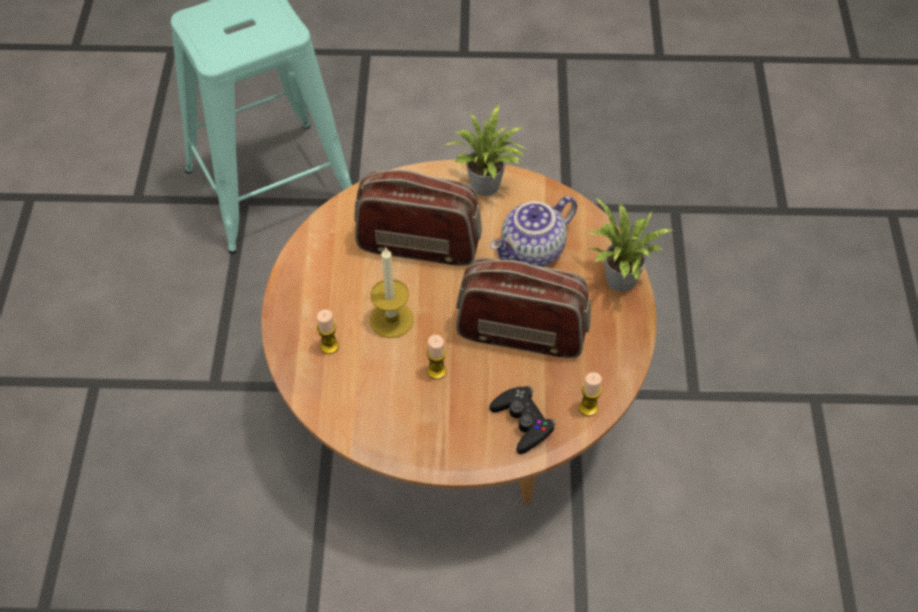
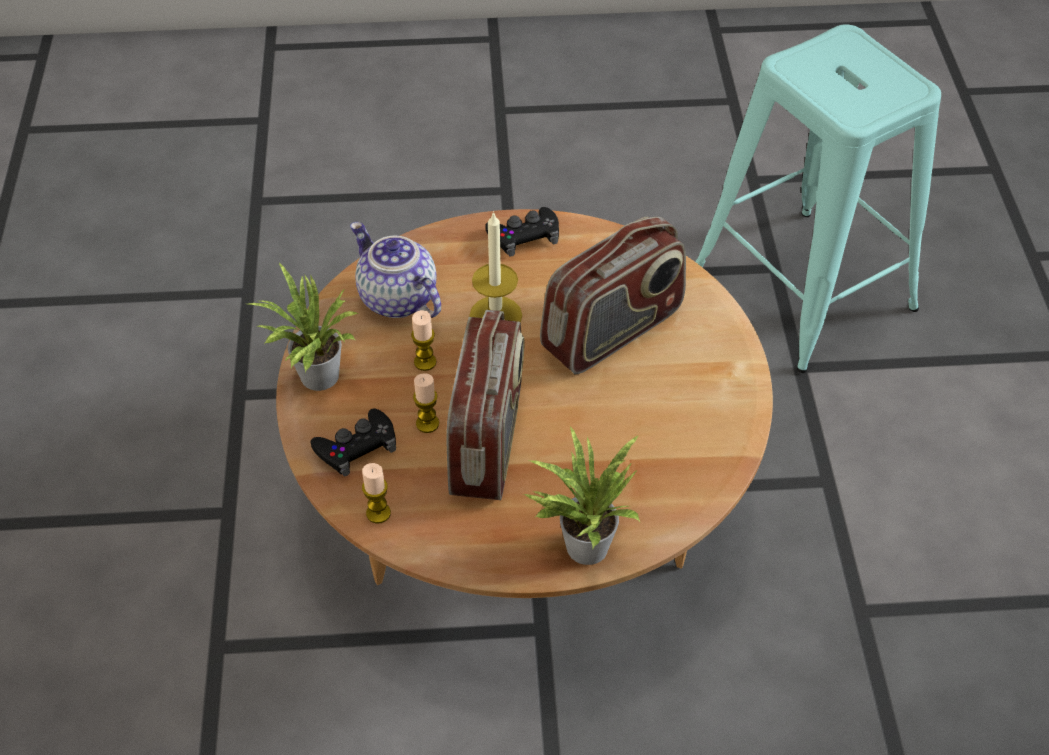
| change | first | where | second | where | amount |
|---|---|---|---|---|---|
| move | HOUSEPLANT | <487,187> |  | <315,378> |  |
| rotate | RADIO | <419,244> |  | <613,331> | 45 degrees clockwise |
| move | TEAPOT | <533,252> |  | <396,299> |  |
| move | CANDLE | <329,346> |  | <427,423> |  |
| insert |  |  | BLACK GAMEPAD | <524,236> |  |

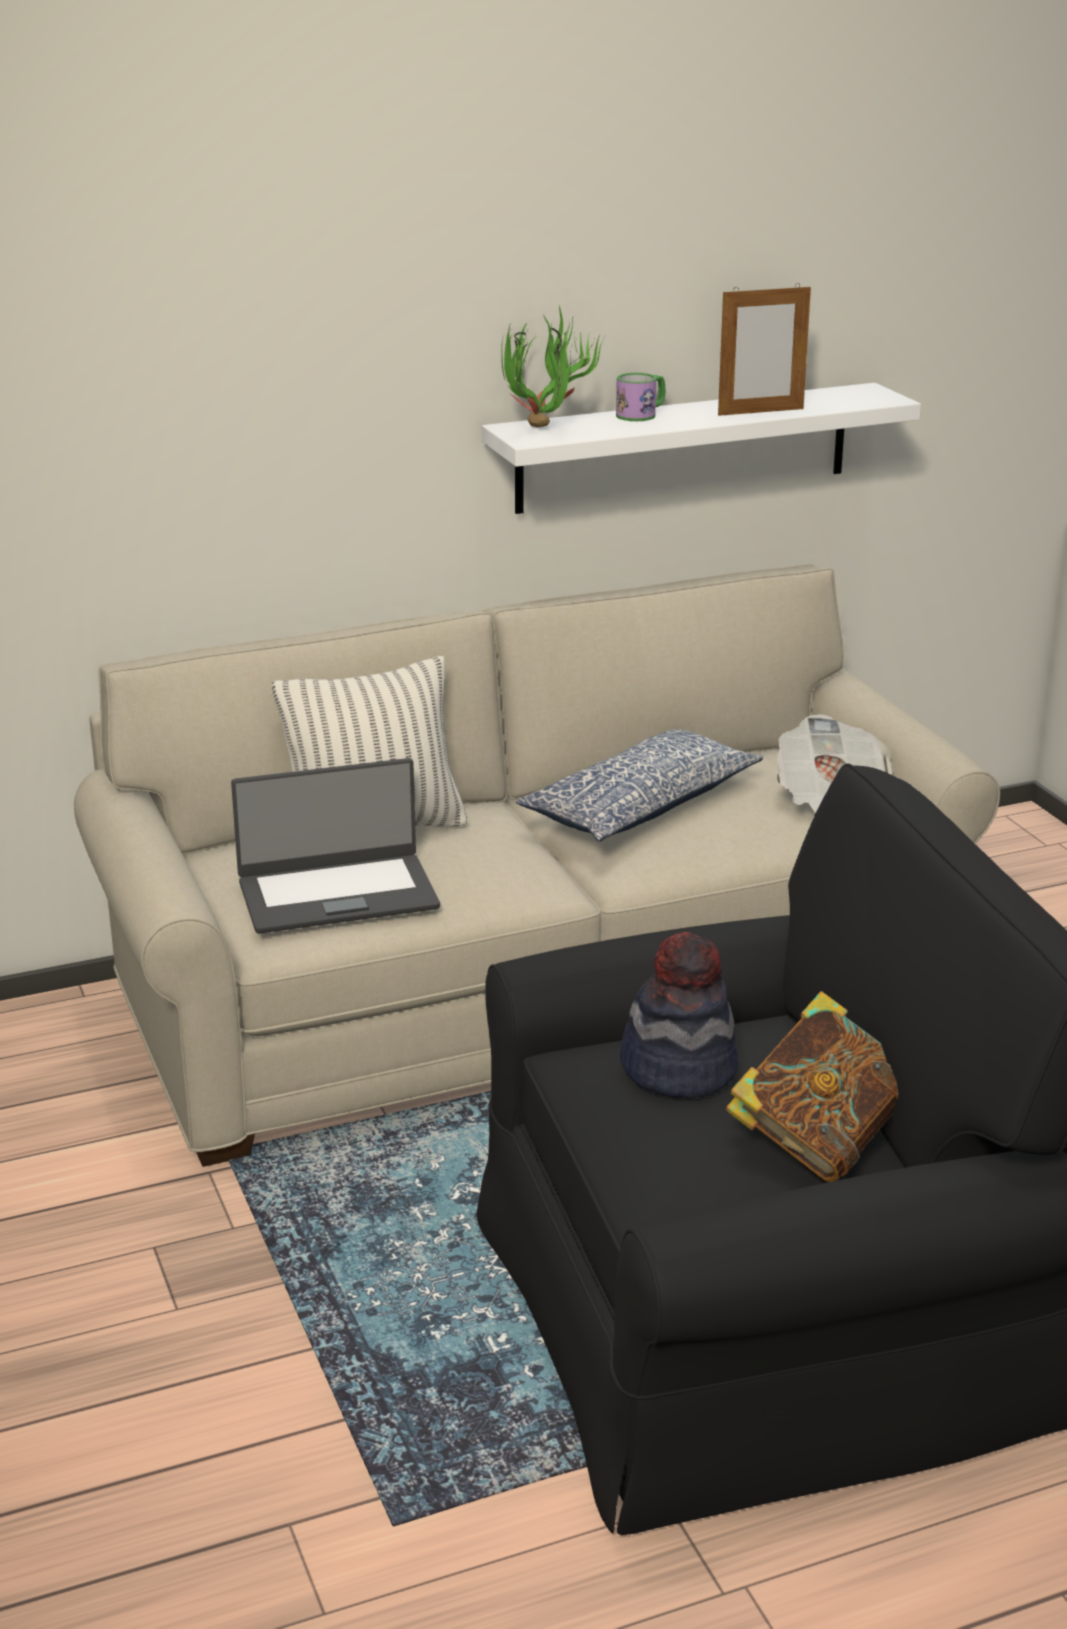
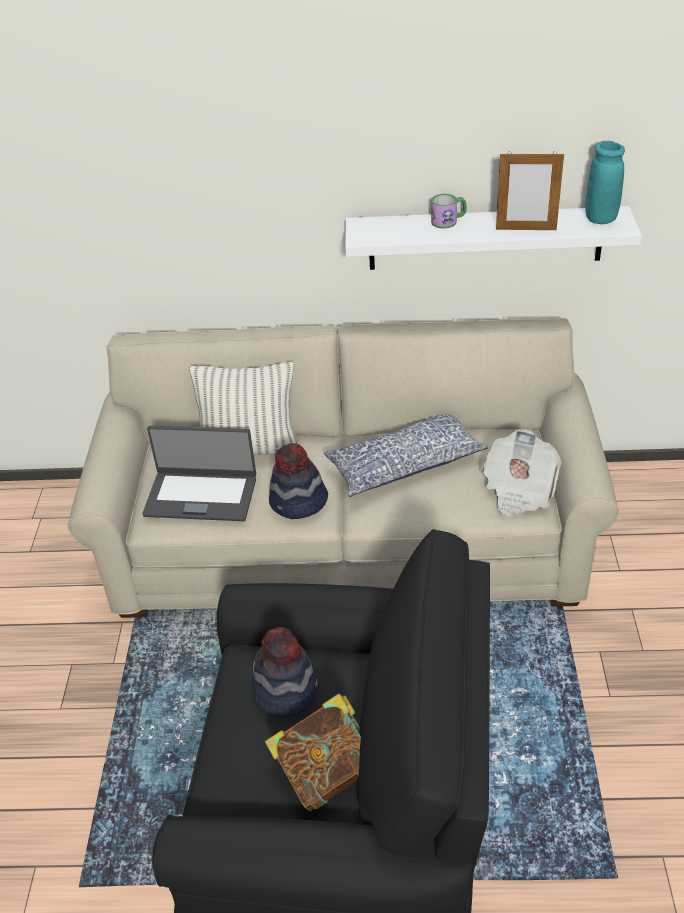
| change | first | where | second | where | amount |
|---|---|---|---|---|---|
| delete | HOUSEPLANT | <546,431> |  |  |  |
| insert |  |  | TURQUOISE FLOWER VASE | <600,218> |  |
| insert |  |  | WEARABLE HAT | <298,502> |  |

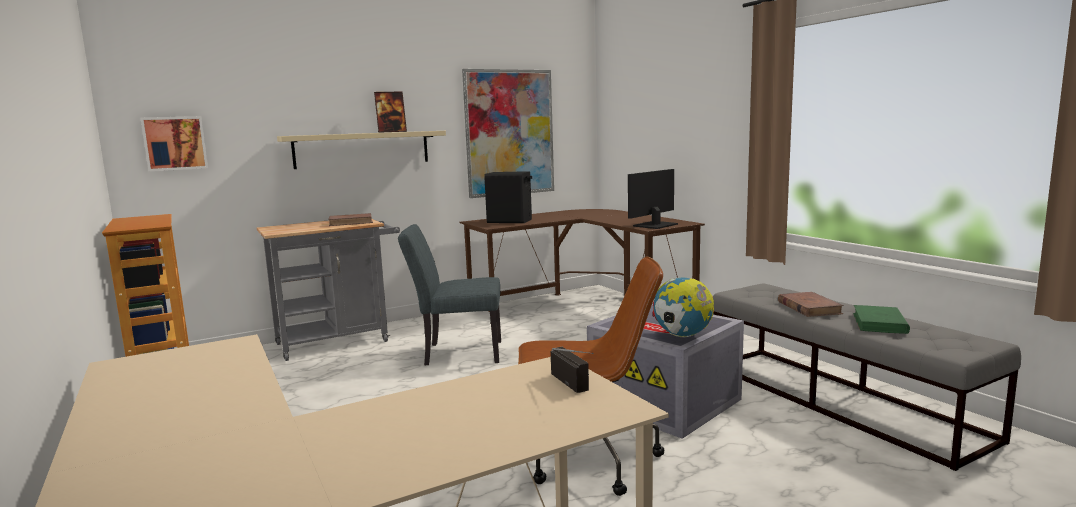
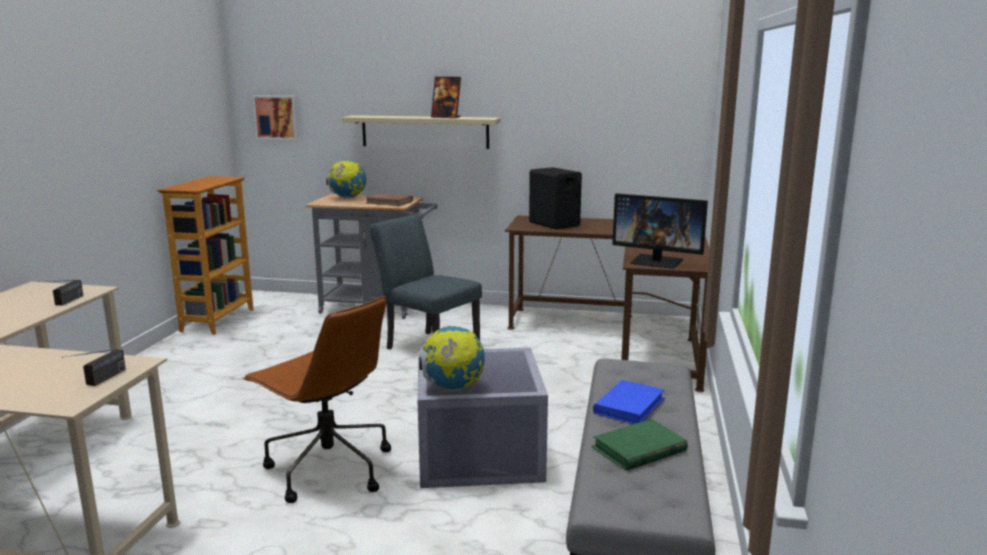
| change | first | where | second | where | amount |
|---|---|---|---|---|---|
| delete | PICTURE | <509,133> |  |  |  |
| rotate | COMPUTER DISPLAY | <655,225> |  | <657,261> | 150 degrees counterclockwise |
| recolor | BROWN-COLOURED BOUND BOOK | <809,308> | BLUE-COLOURED BOUND BOOK | <629,406> |  |
| insert |  |  | DESK GLOBE | <348,198> |  |
| insert |  |  | RADIO | <64,303> |  |

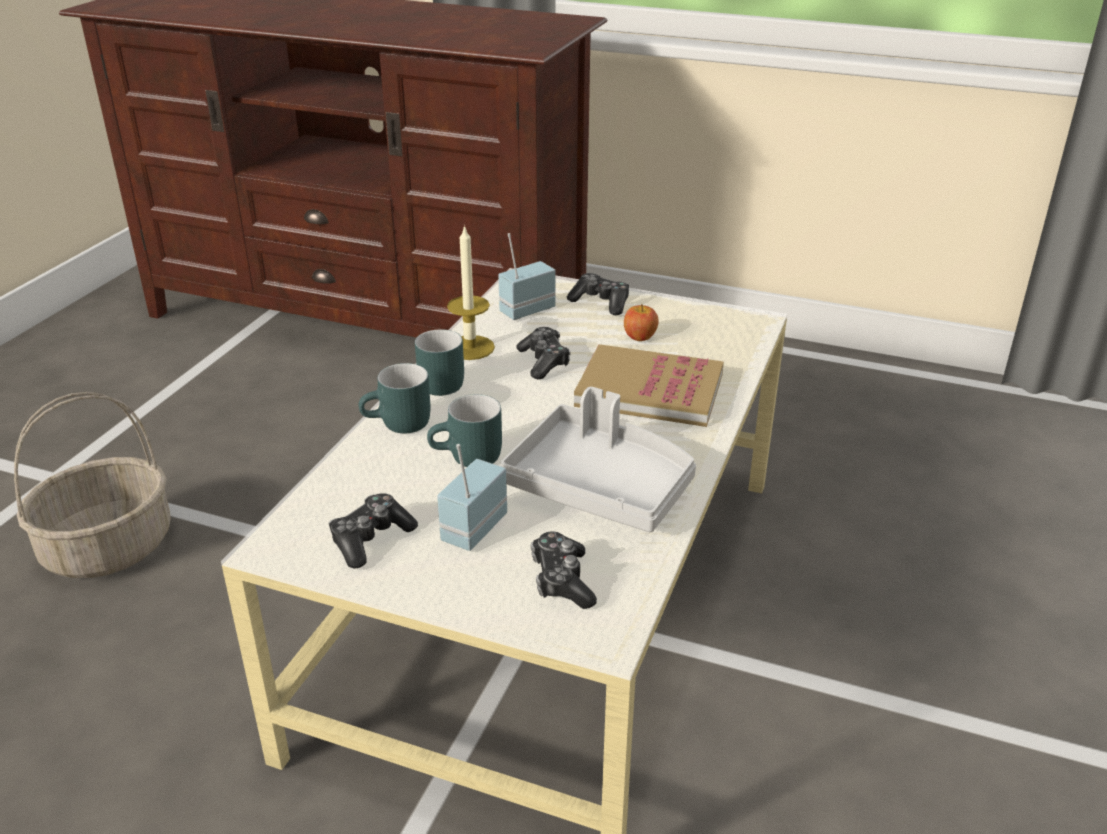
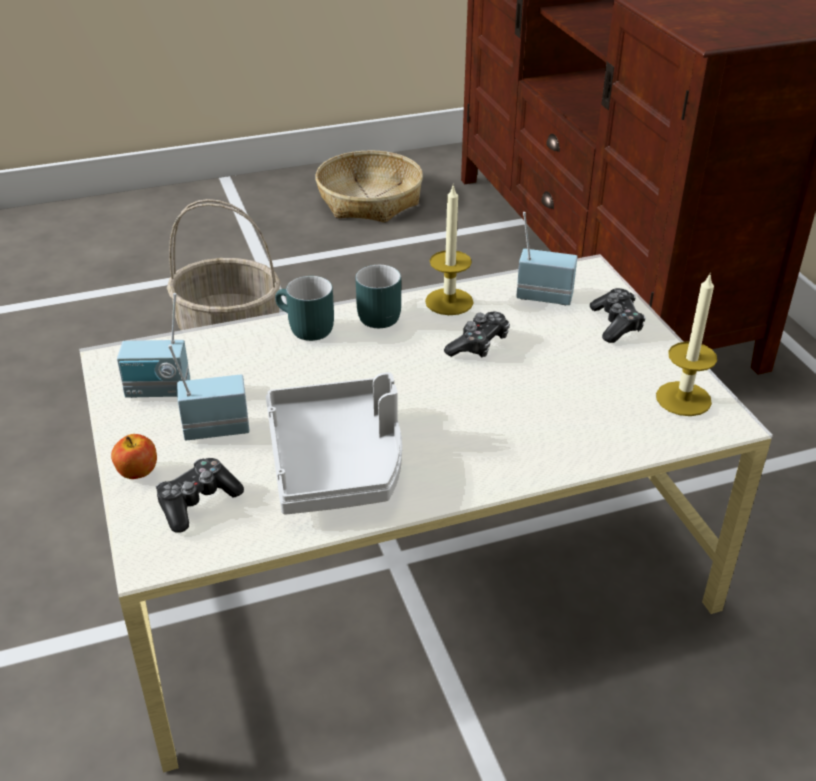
| change | first | where | second | where | amount |
|---|---|---|---|---|---|
| move | WHOLE APPLE | <640,337> |  | <137,472> |  |
| delete | BOUND BOOK | <649,390> |  |  |  |
| delete | TURQUOISE COFFEE MUG | <468,459> |  |  |  |
| replace | GAMEPAD | <371,539> | RADIO | <158,392> |  |
| insert |  |  | HOUSEHOLD BASKET | <370,200> |  |
| insert |  |  | CANDLE | <683,399> |  |

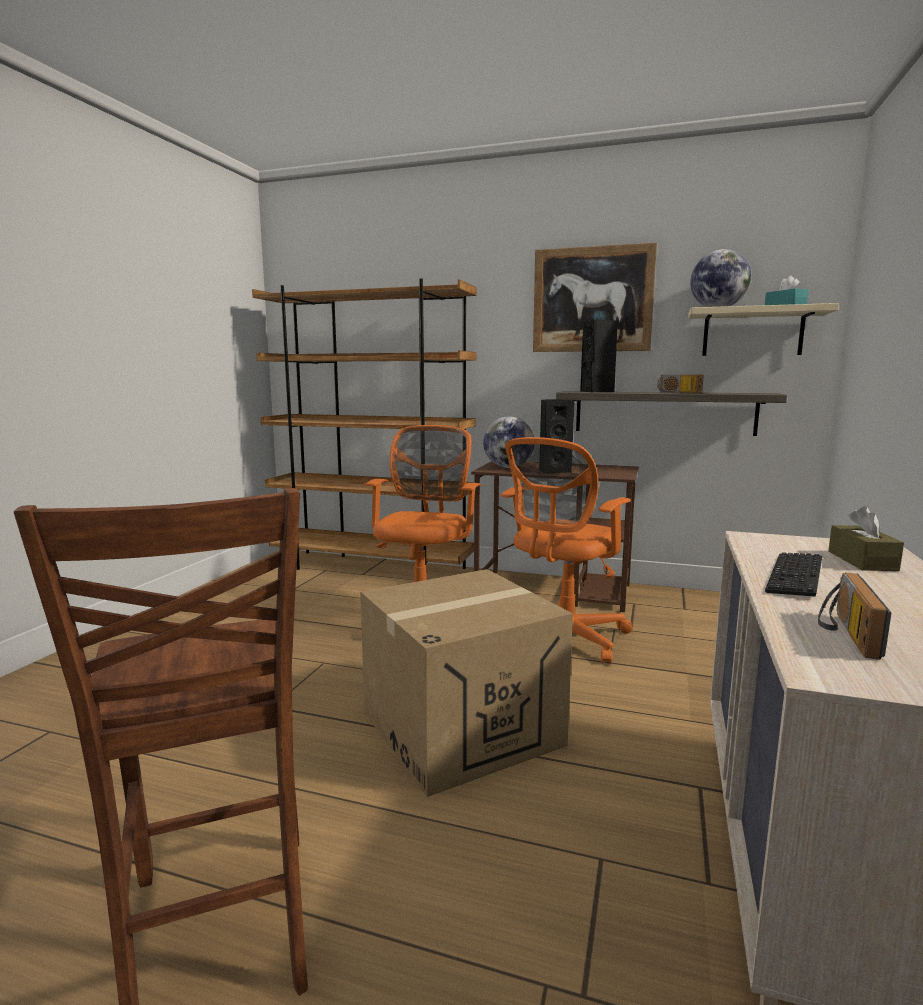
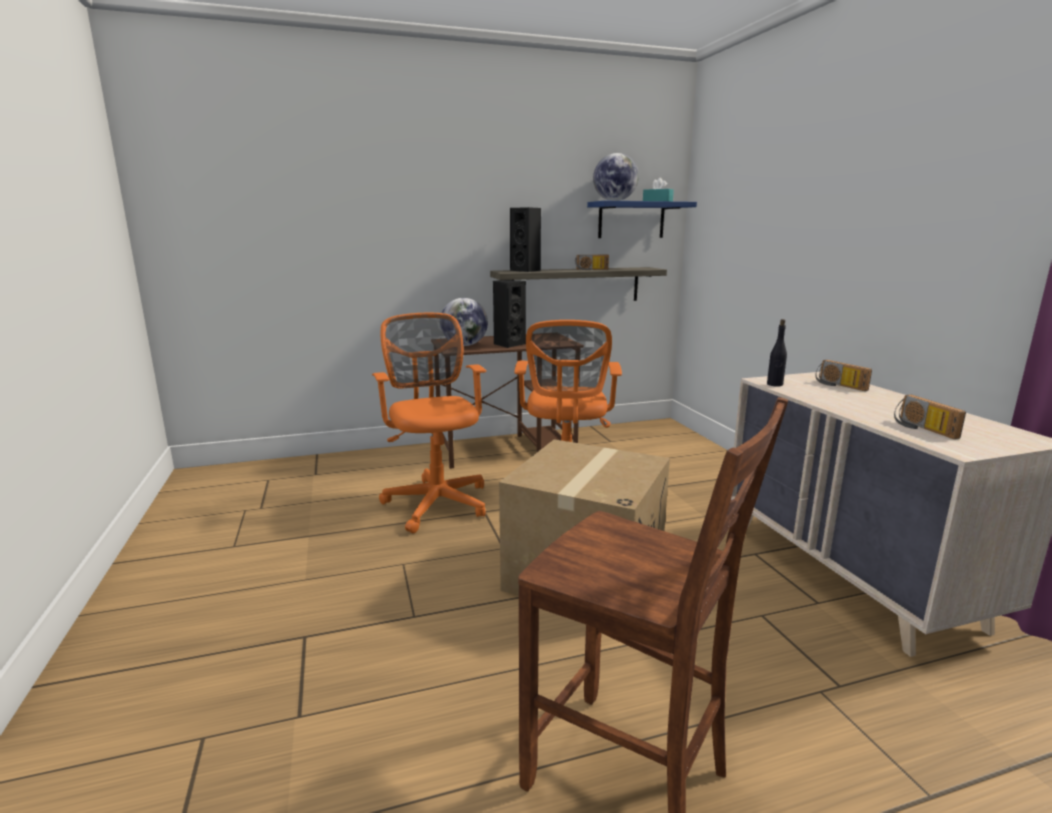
| change | first | where | second | where | amount |
|---|---|---|---|---|---|
| delete | PICTURE | <592,300> |  |  |  |
| delete | BROWN-COLOURED SHELVING UNIT | <372,567> |  |  |  |
| recolor | SAND-COLOURED BRACKET SHELF | <752,333> | BLUE-COLOURED BRACKET SHELF | <631,220> |  |
| replace | BROWN-COLOURED BOX OF TISSUES | <862,560> | RADIO | <838,385> |  |
| delete | COMPUTER KEYBOARD | <795,576> |  |  |  |
| insert |  |  | BLACK DRINK BOTTLE | <774,384> |  |

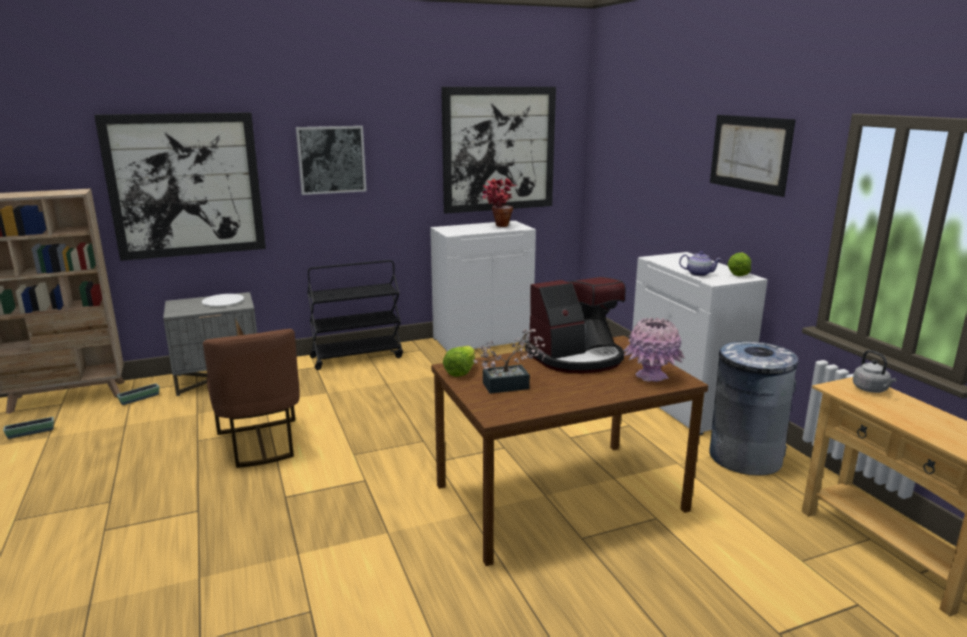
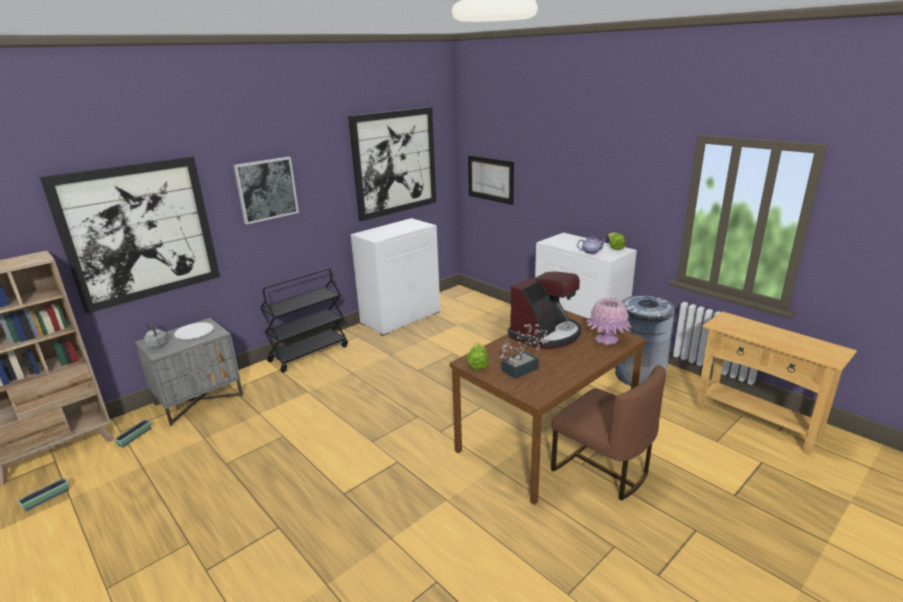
| change | first | where | second | where | amount |
|---|---|---|---|---|---|
| move | PICTURE | <749,153> |  | <490,179> |  |
| delete | HOUSEPLANT | <497,226> |  |  |  |
| move | BROWN-COLOURED UPRIGHT CHAIR | <260,443> |  | <602,470> |  |
| move | GREYISH KETTLE | <871,389> |  | <157,345> |  |

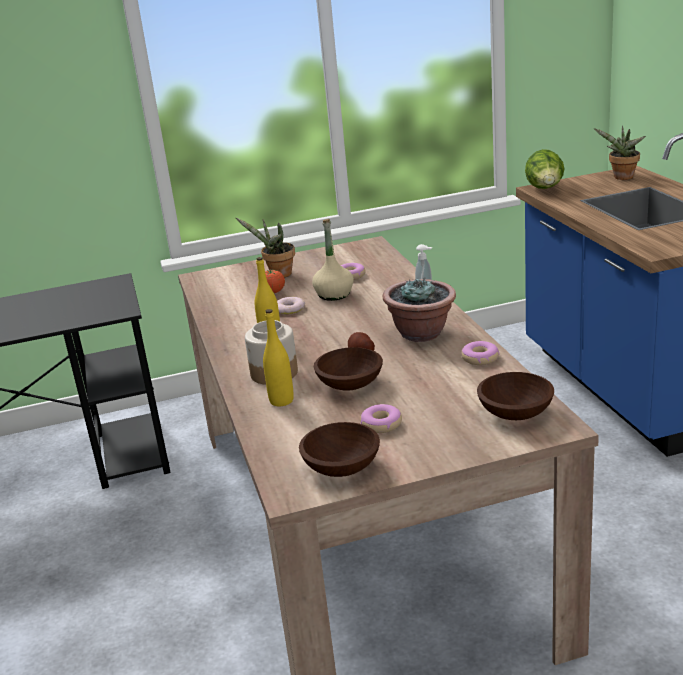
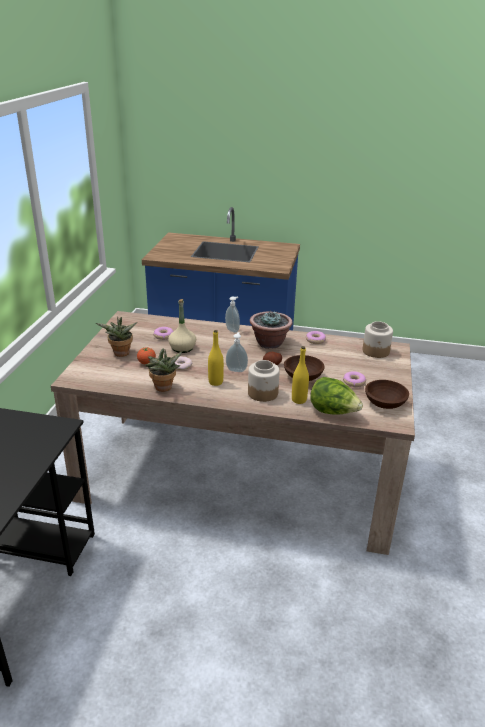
| change | first | where | second | where | amount |
|---|---|---|---|---|---|
| move | HOUSEPLANT | <621,178> |  | <163,389> |  |
| move | LETTUCE | <545,189> |  | <333,412> |  |
| replace | BROWN-COLOURED BOWL | <515,413> | STORAGE JAR | <376,351> |  |
| insert |  |  | LIQUID SOAP BOTTLE | <236,370> |  |

